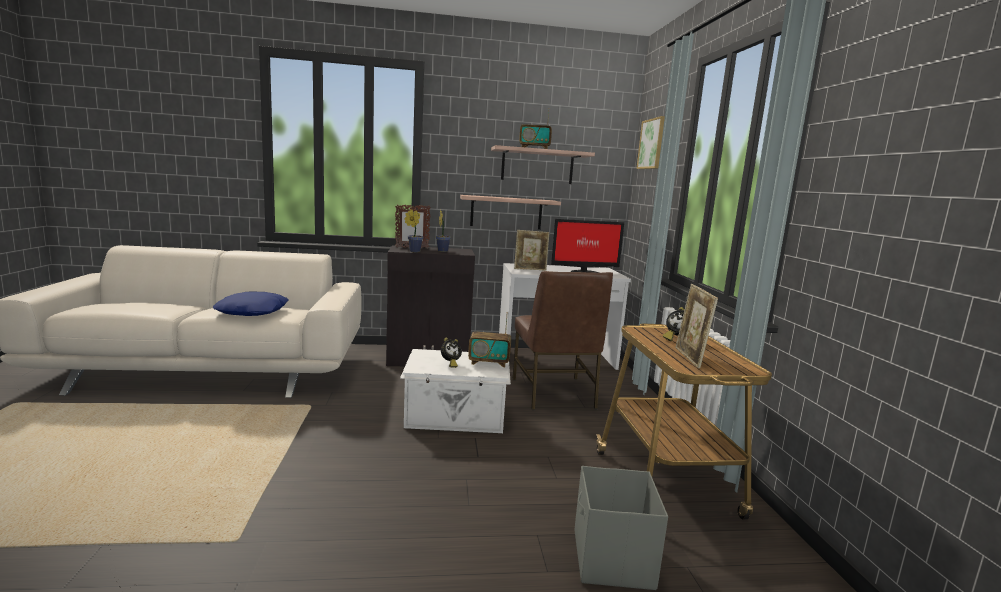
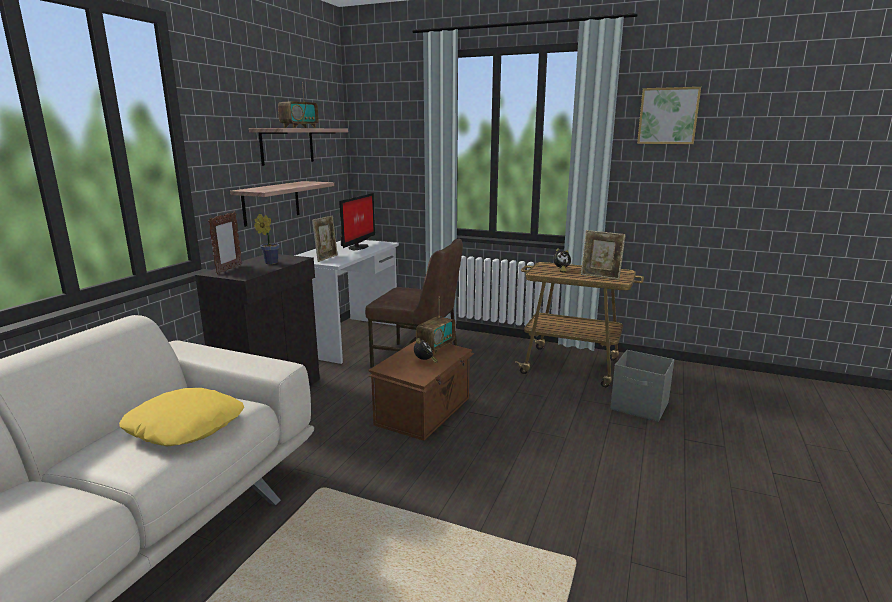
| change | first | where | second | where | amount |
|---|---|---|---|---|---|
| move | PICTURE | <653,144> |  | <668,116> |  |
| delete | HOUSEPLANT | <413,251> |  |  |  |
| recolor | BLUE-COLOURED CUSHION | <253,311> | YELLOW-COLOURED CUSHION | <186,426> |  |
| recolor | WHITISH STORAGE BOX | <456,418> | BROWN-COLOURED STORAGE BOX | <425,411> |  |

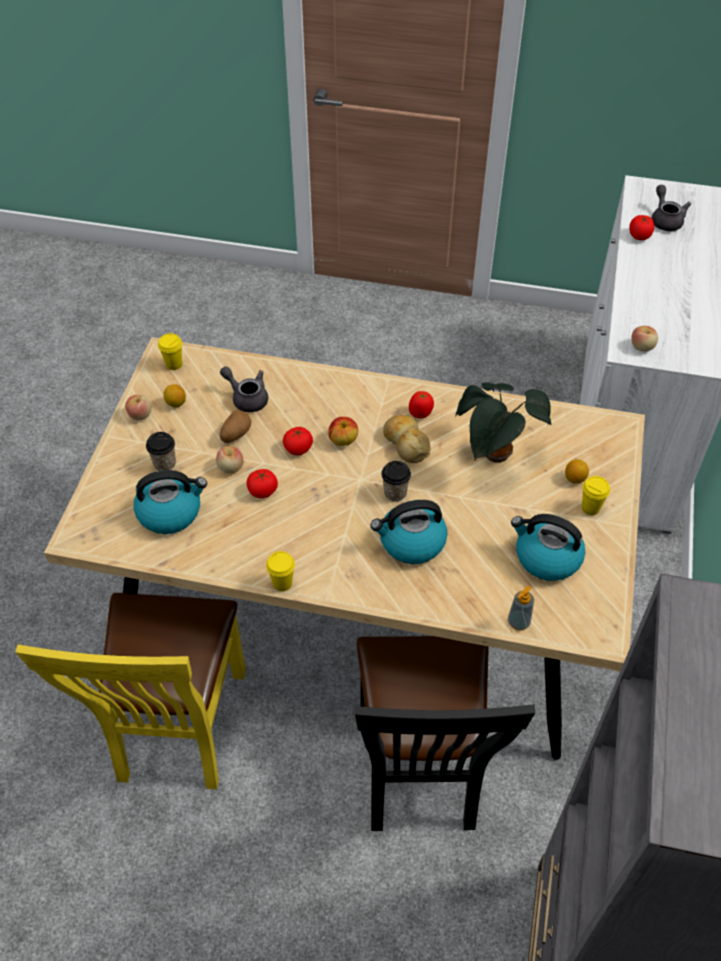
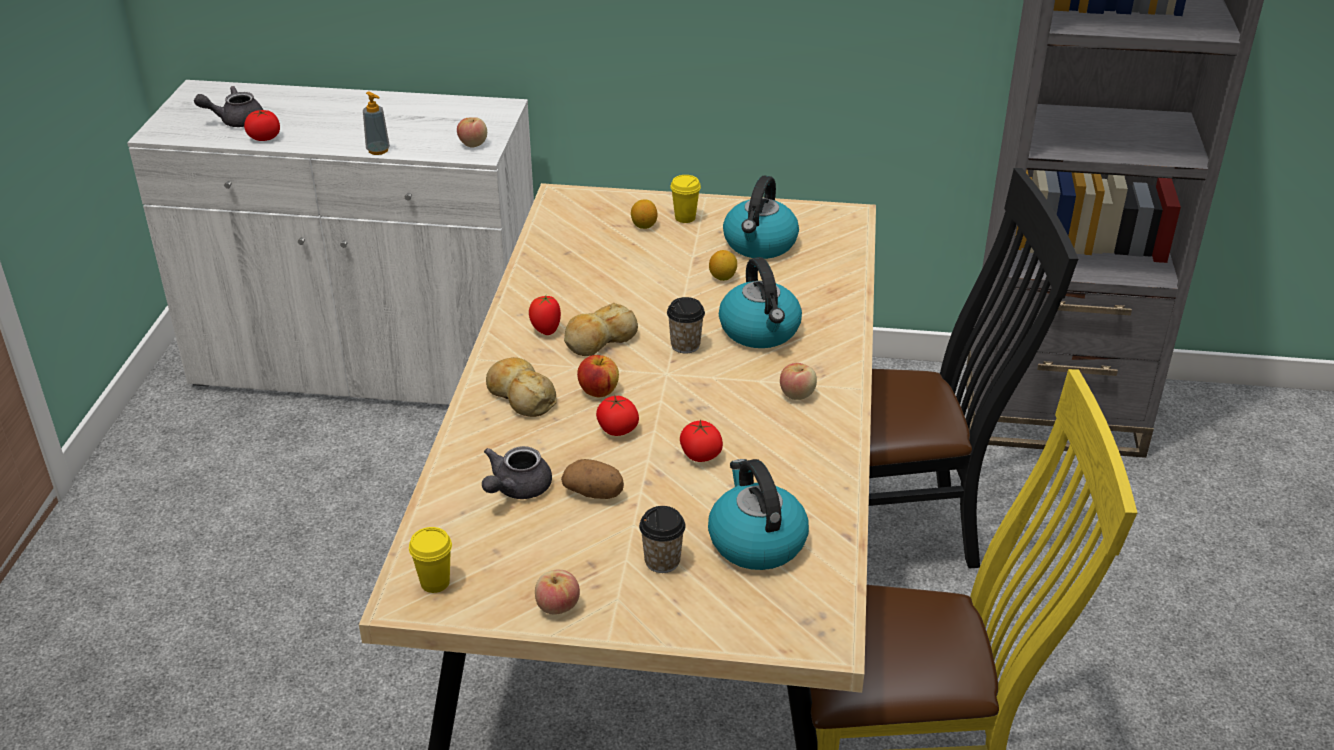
| change | first | where | second | where | amount |
|---|---|---|---|---|---|
| delete | HOUSEPLANT | <495,457> |  |  |  |
| move | CITRUS FRUIT | <176,403> |  | <723,277> |  |
| move | WHOLE APPLE | <231,467> |  | <797,394> |  |
| delete | YELLOW-COLOURED CUP | <282,583> |  |  |  |
| move | LIQUID SOAP BOTTLE | <518,622> |  | <378,150> |  |
| insert |  |  | BREAD | <521,396> |  |

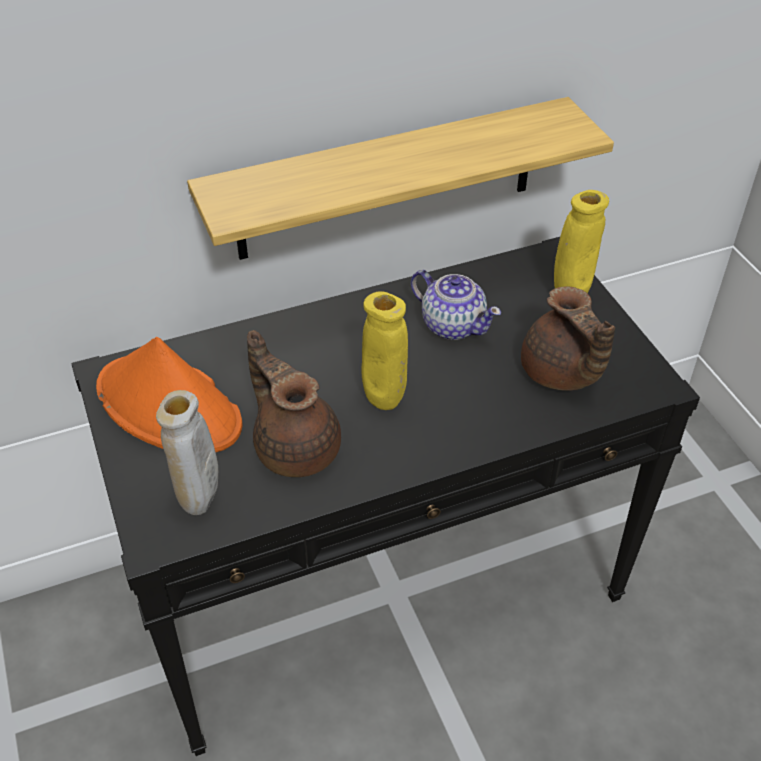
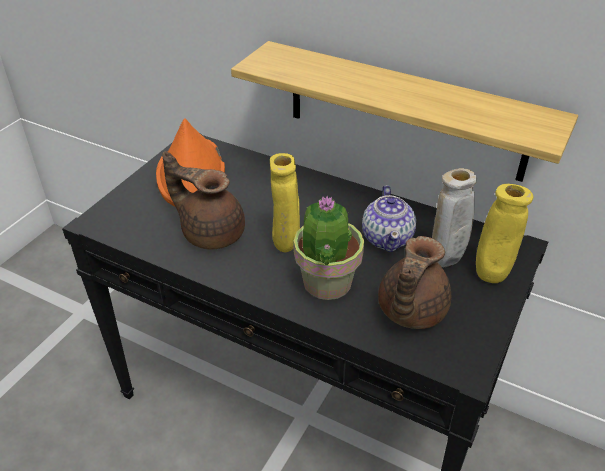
| change | first | where | second | where | amount |
|---|---|---|---|---|---|
| rotate | BROWN-COLOURED TEAPOT | <296,446> |  | <211,232> | 75 degrees counterclockwise |
| move | SAND-COLOURED FLOWER VASE | <201,504> |  | <445,262> |  |
| insert |  |  | HOUSEPLANT | <326,283> |  |

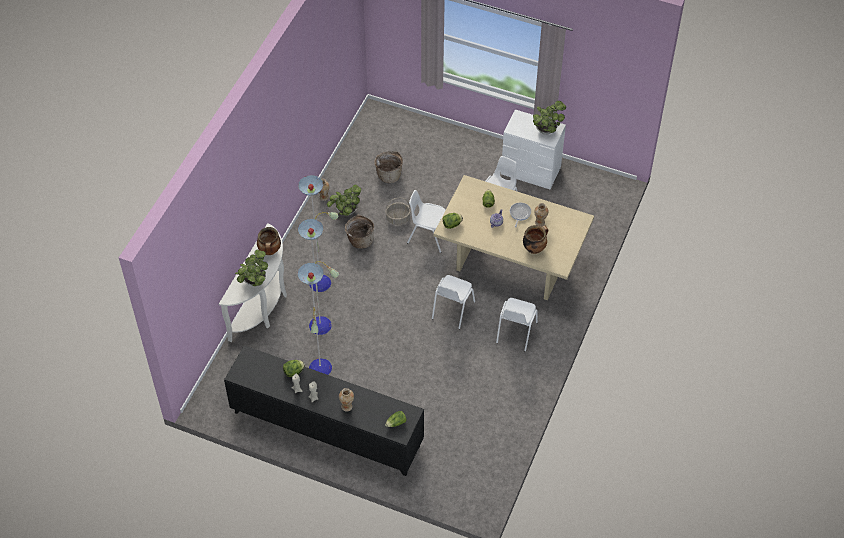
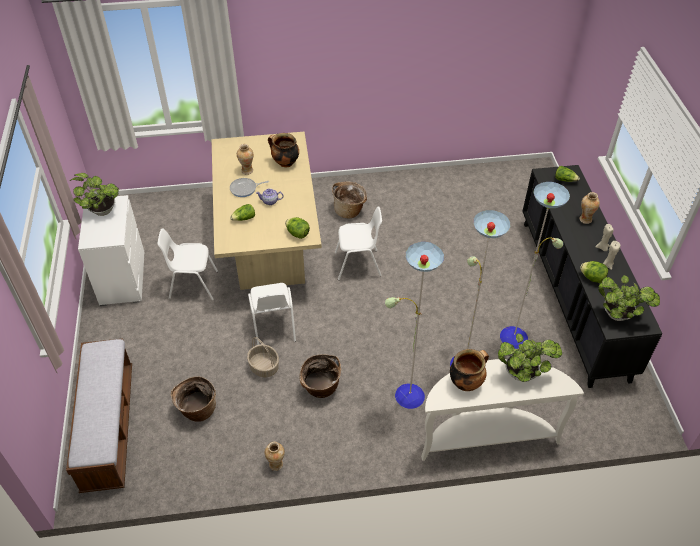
| change | first | where | second | where | amount |
|---|---|---|---|---|---|
| move | HOUSEPLANT | <345,212> |  | <619,315> |  |
| replace | WHITISH UPRIGHT CHAIR | <515,333> | HOUSEHOLD BASKET | <349,210> |  |
| insert |  |  | BENCH | <109,427> |  |

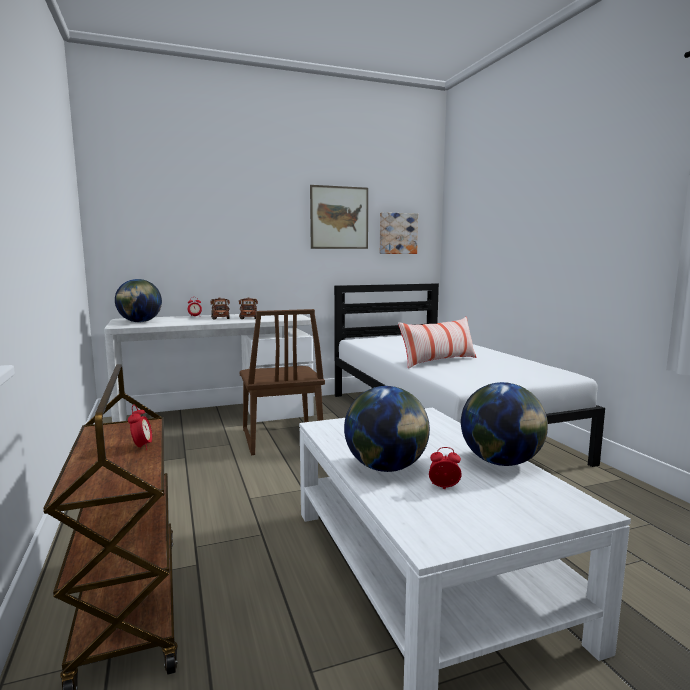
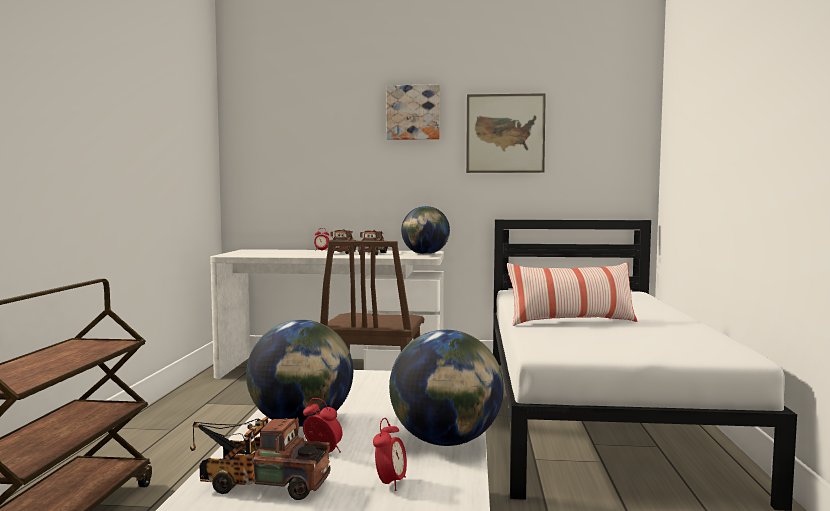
| change | first | where | second | where | amount |
|---|---|---|---|---|---|
| move | PICTURE | <397,233> |  | <413,112> |  |
| move | DESK GLOBE | <140,322> |  | <425,254> |  |
| move | TABLE CLOCK | <142,447> |  | <390,483> |  |
| insert |  |  | TOY TRUCK | <258,484> |  |

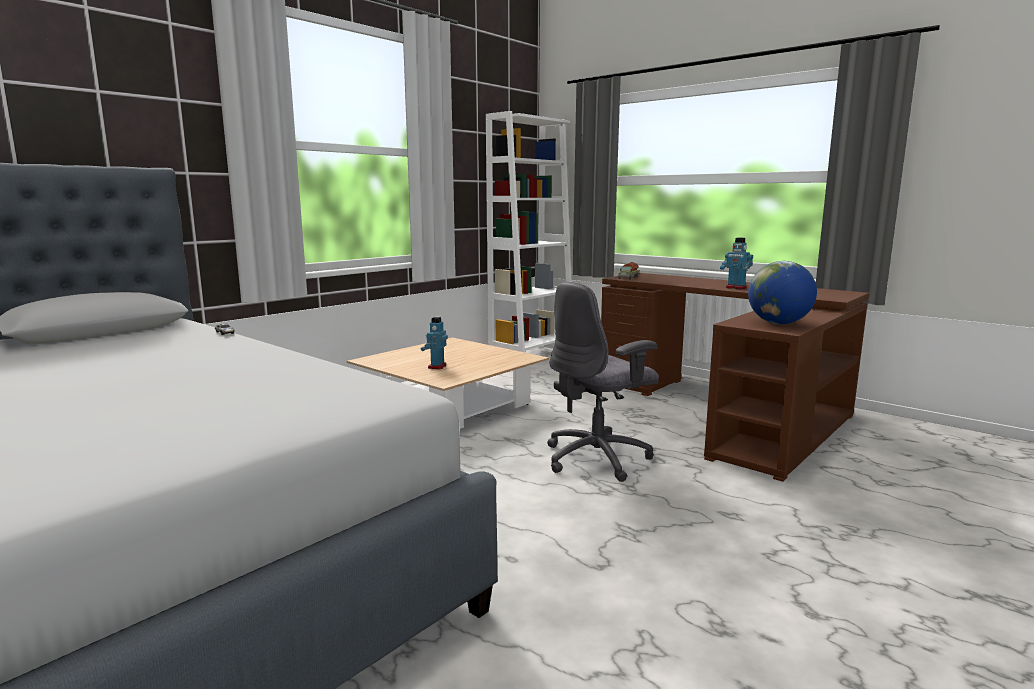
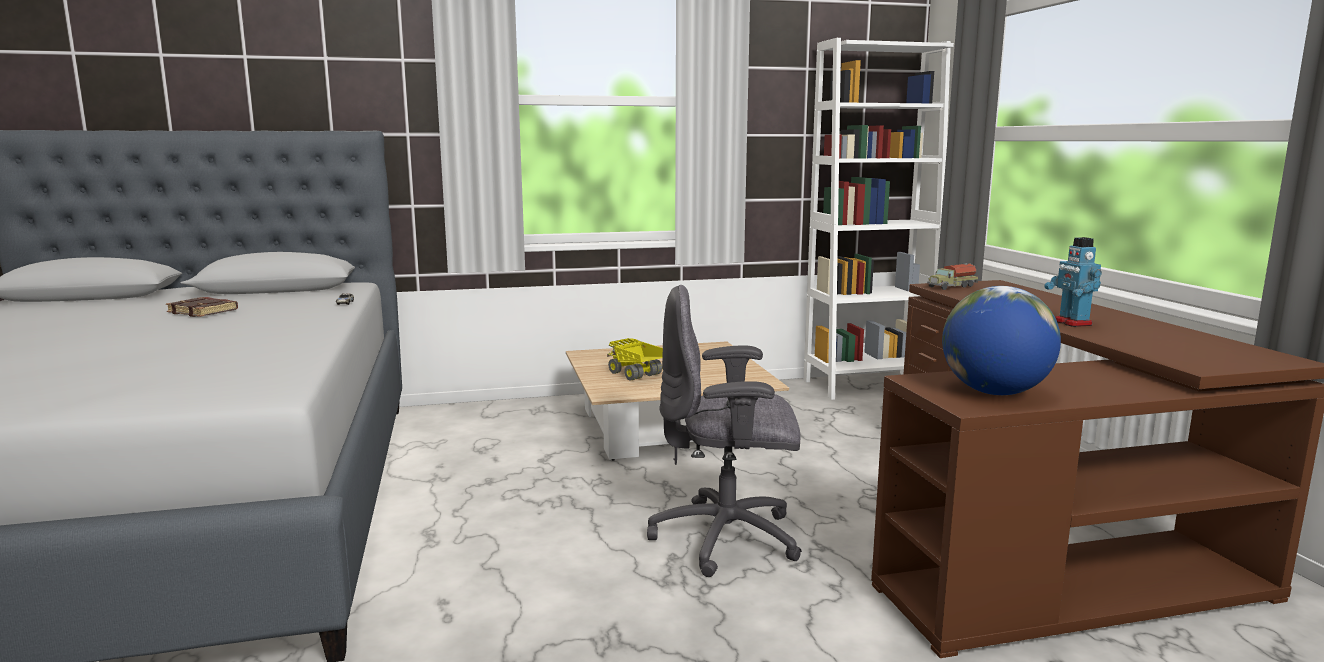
| change | first | where | second | where | amount |
|---|---|---|---|---|---|
| replace | TOY ROBOT | <436,366> | TOY TRUCK | <636,374> |  |
| insert |  |  | BROWN-COLOURED BOUND BOOK | <204,311> |  |

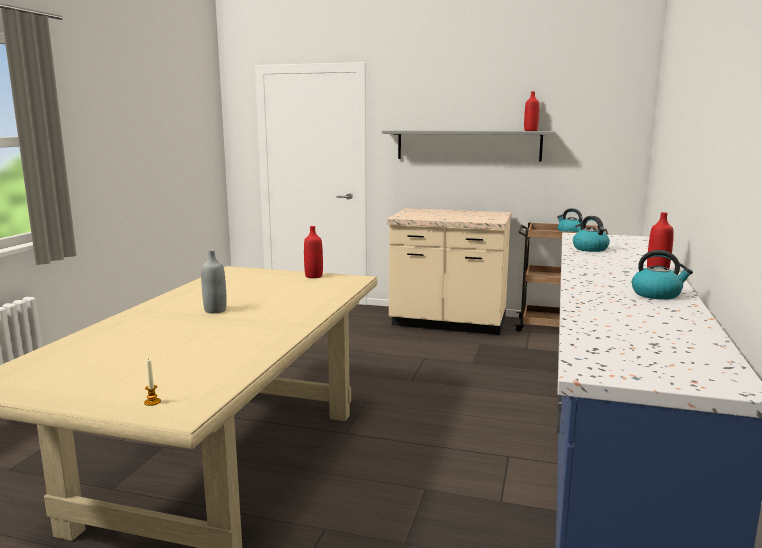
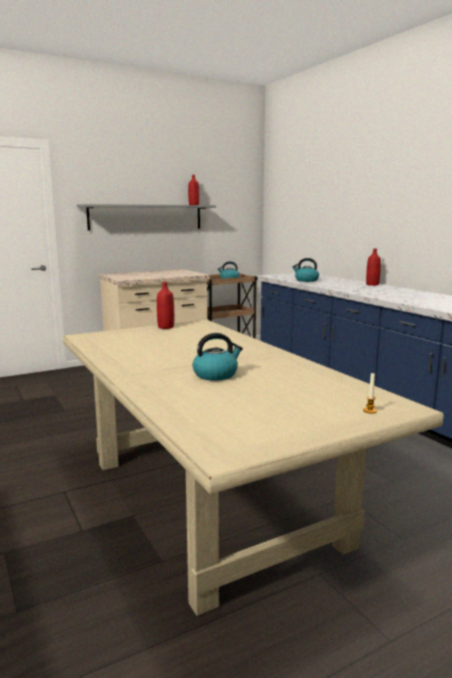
| change | first | where | second | where | amount |
|---|---|---|---|---|---|
| delete | GREYISH DRINK BOTTLE | <215,310> |  |  |  |
| move | KETTLE | <657,294> |  | <216,374> |  |

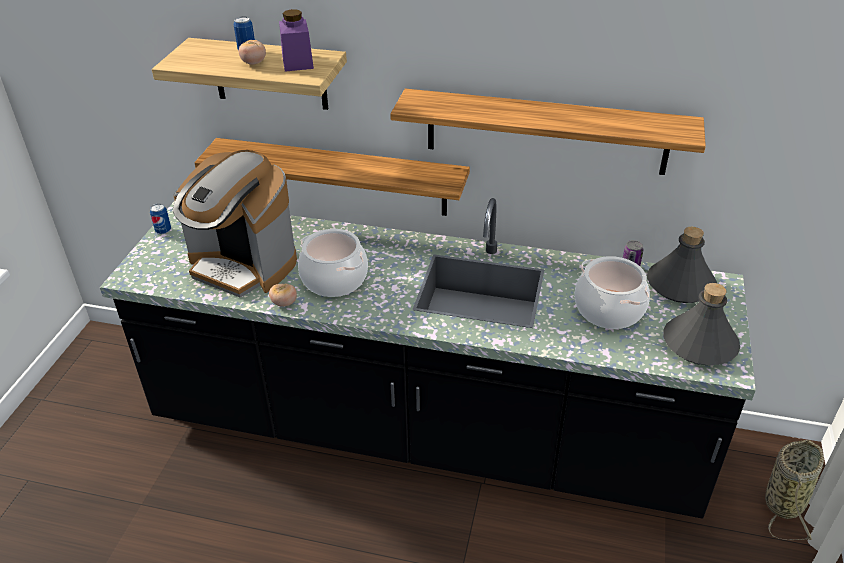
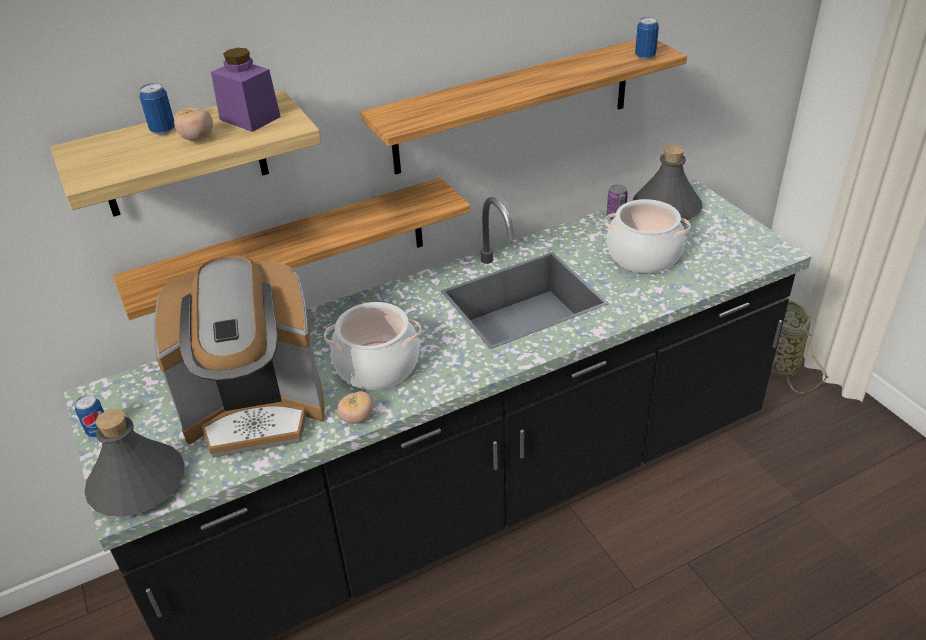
| change | first | where | second | where | amount |
|---|---|---|---|---|---|
| move | GREYISH DRINK BOTTLE | <699,345> |  | <137,485> |  |
| insert |  |  | METAL CAN | <645,56> |  |

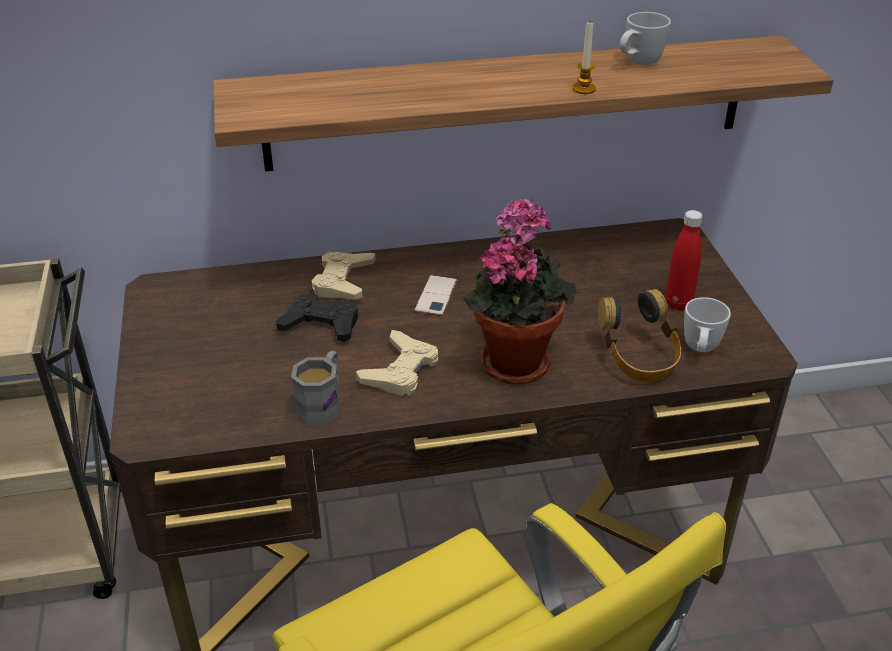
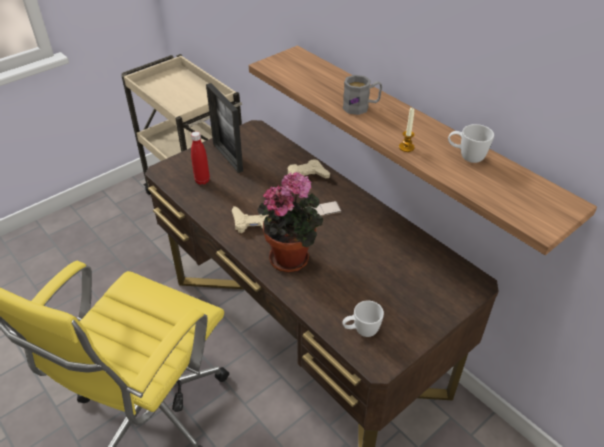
| change | first | where | second | where | amount |
|---|---|---|---|---|---|
| move | RED DRINK BOTTLE | <678,303> |  | <202,181> |  |
| delete | PAIR OF HEADPHONES | <638,359> |  |  |  |
| delete | BLACK GAMEPAD | <321,324> |  |  |  |
| move | GREYISH COFFEE MUG | <322,403> |  | <361,107> |  |
| insert |  |  | STANDING FRAME | <227,157> |  |

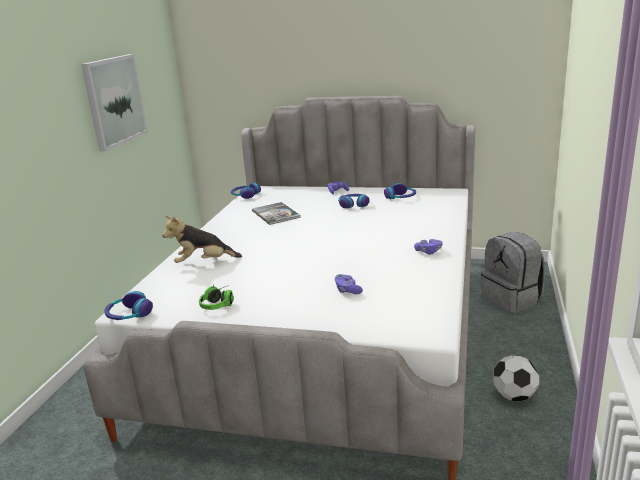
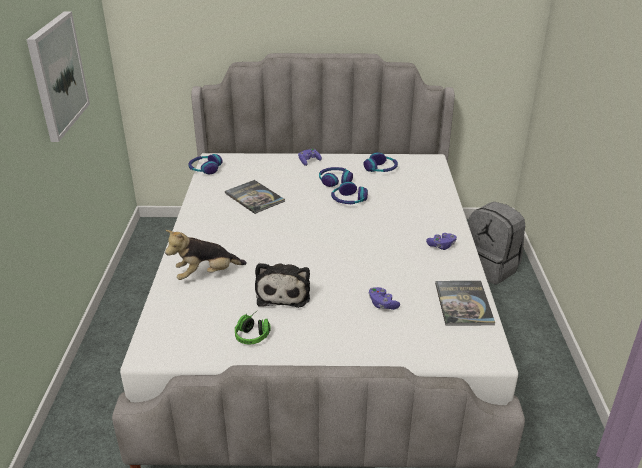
| change | first | where | second | where | amount |
|---|---|---|---|---|---|
| move | PAIR OF HEADPHONES | <129,314> |  | <348,200> |  |
| delete | BALL FOR FOOTBALL | <514,396> |  |  |  |
| insert |  |  | CUDDLY TOY | <283,293> |  |
| insert |  |  | BOUND BOOK | <463,303> |  |

